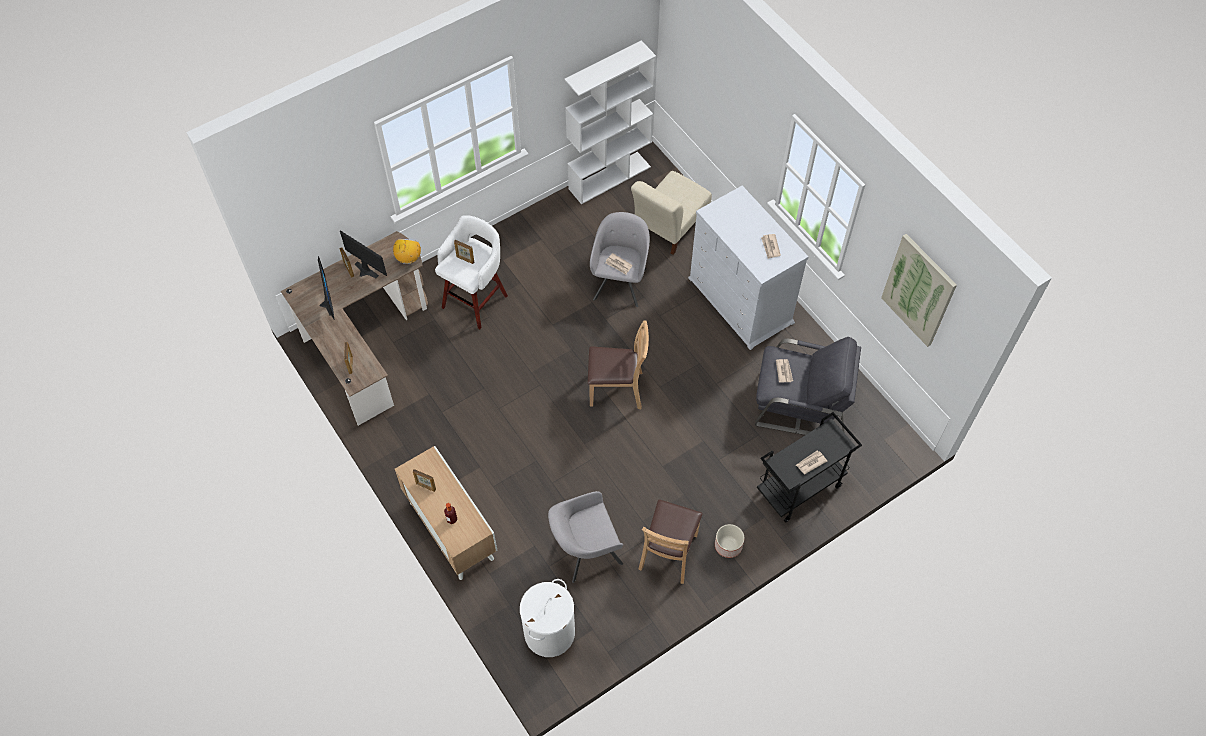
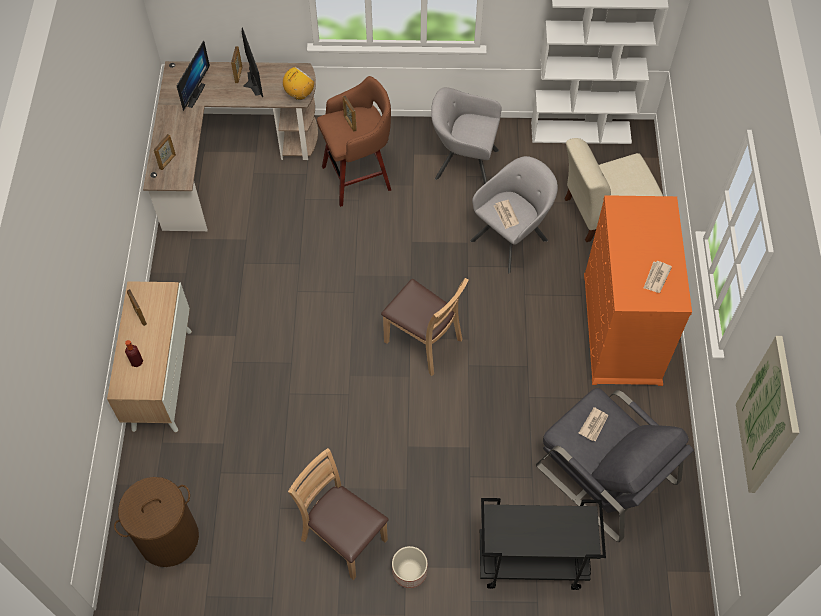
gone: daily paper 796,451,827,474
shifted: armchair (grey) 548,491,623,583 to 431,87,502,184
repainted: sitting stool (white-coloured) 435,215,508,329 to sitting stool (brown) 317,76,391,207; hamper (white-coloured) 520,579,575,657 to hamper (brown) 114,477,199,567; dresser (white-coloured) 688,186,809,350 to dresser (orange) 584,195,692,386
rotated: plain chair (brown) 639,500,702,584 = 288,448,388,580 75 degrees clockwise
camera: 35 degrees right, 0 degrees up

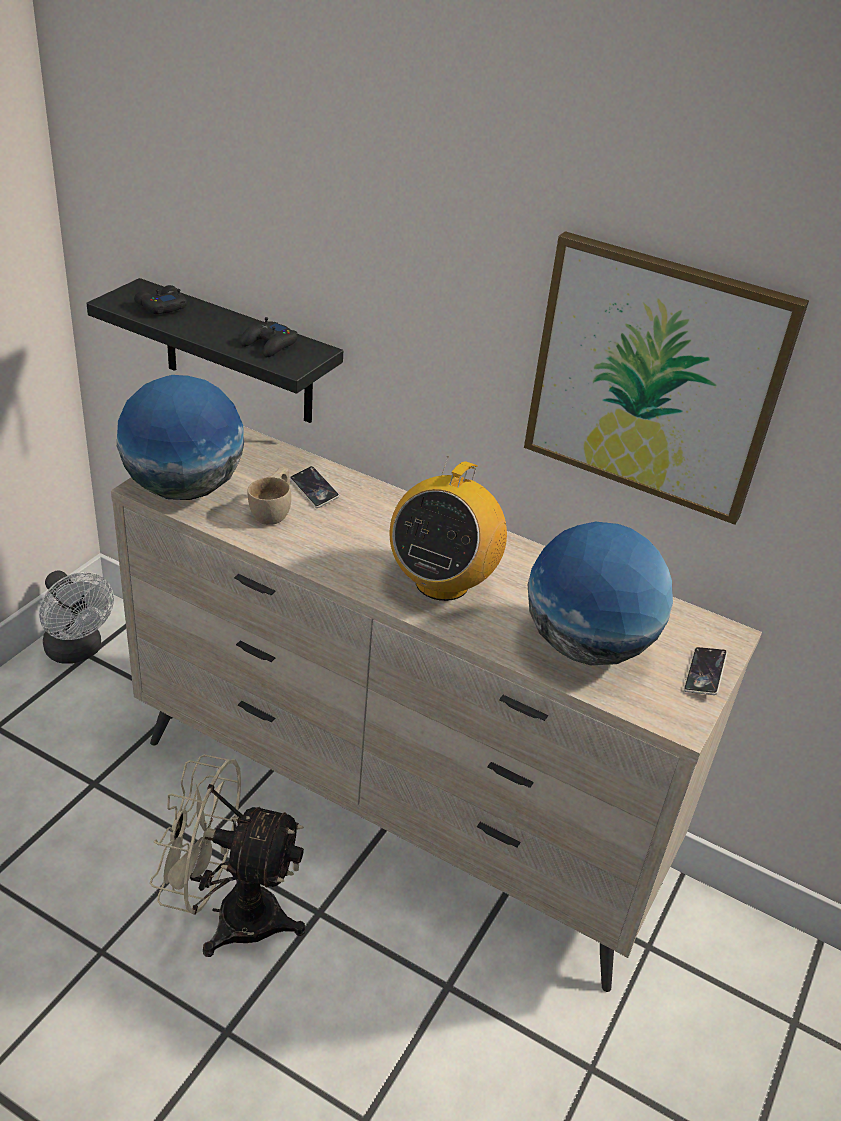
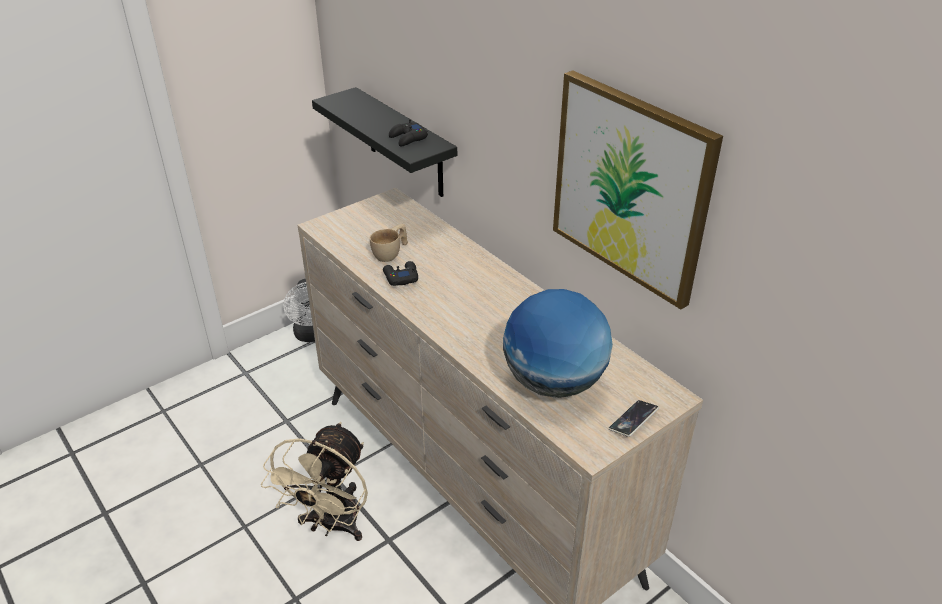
gone: world globe 117,375,244,500; phone 290,466,340,508; radio set 390,456,507,601
shifted: gamepad (black) 134,285,187,314 to 383,261,418,286
rotated: fan (sand-coloured) 150,754,305,957 = 261,422,368,541 105 degrees counterclockwise
camera: 25 degrees right, 0 degrees up

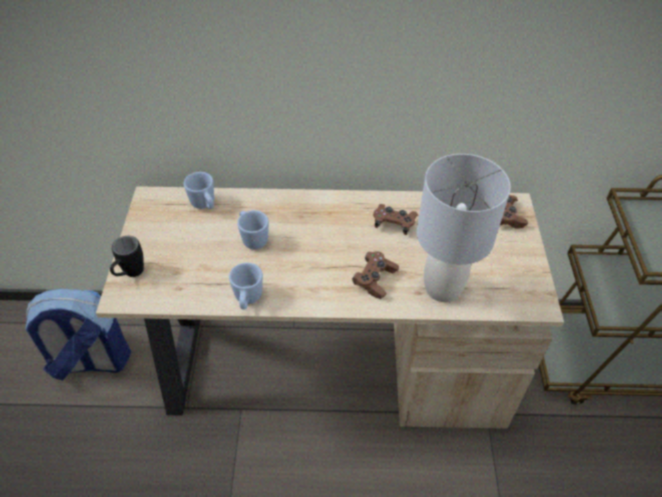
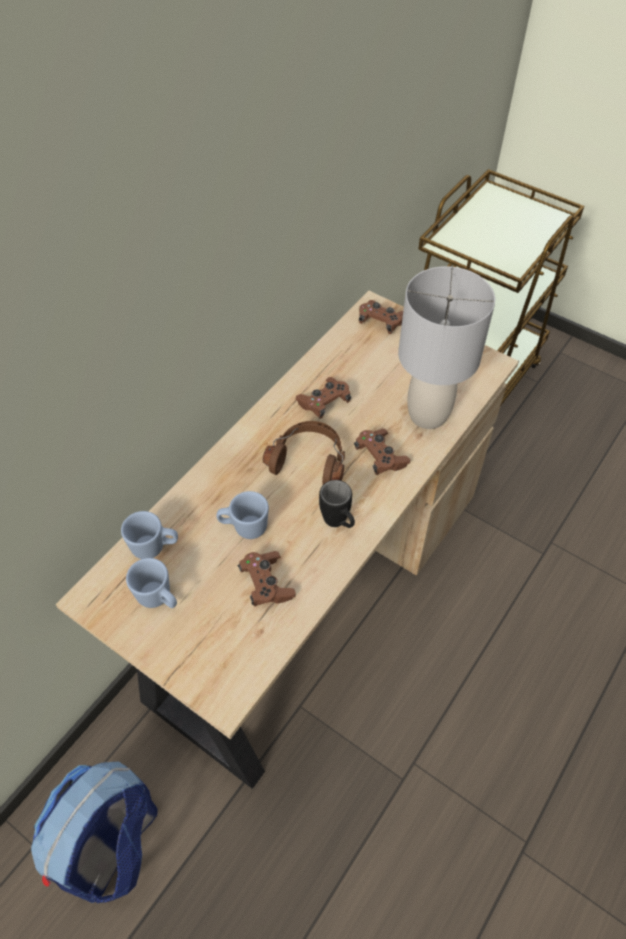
new: gamepad (brown) 237,551,296,606; headphones (brown) 263,421,345,485
shifted: coffee mug (black) 110,236,144,277 to 319,480,355,528; coffee mug (bluish) 229,263,263,310 to 126,558,177,608
camera: 55 degrees left, 5 degrees up

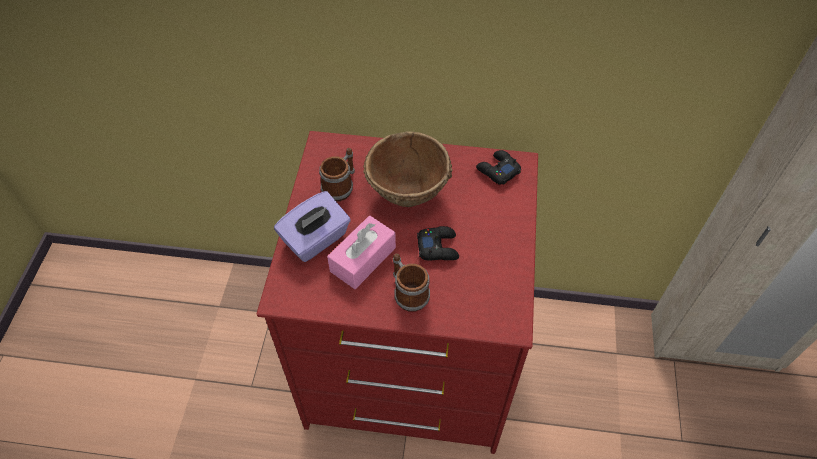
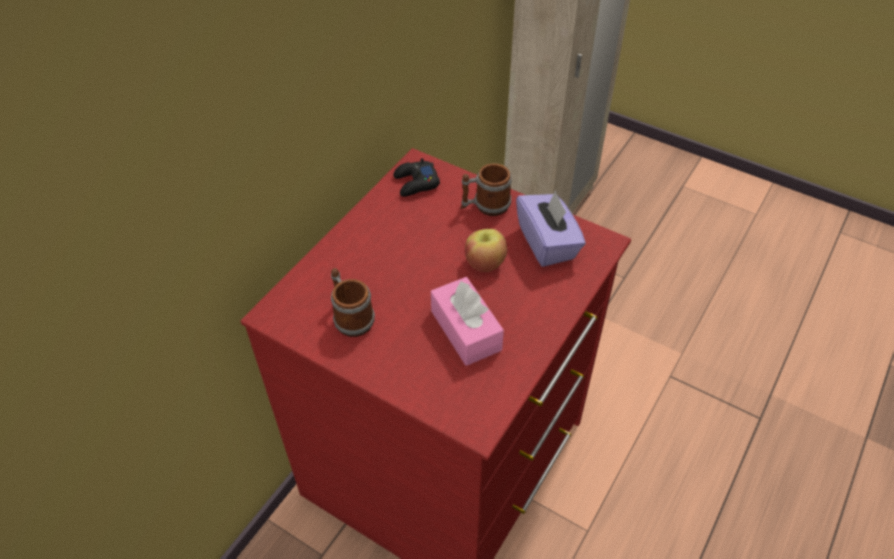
gone: bowl (brown) 363,131,452,207
shifted: tissue box (purple-coloured) 274,191,351,262 to 516,190,586,267; coffee mug 393,253,430,312 to 460,163,512,216
swapped: gamepad (black) 417,226,459,260 to apple fruit 465,229,507,272
camera: 65 degrees left, 5 degrees down

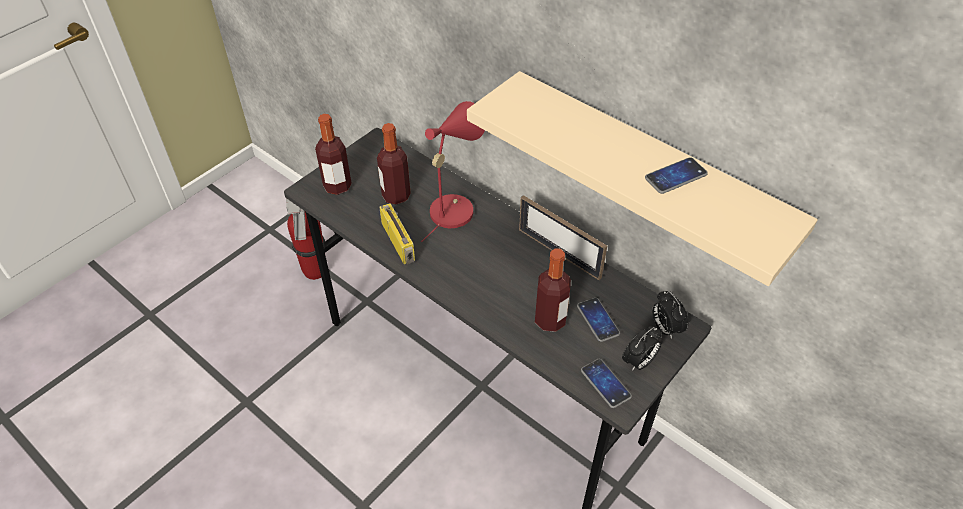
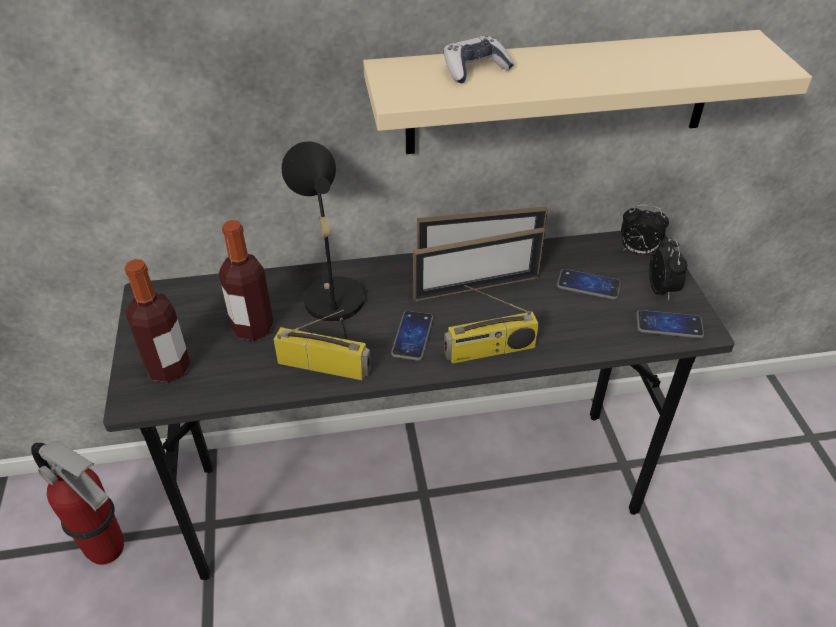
gone: drink bottle 535,248,571,332
new: photo frame 413,227,545,301; gamepad 444,36,514,83; radio set 444,285,539,364
shifted: phone 645,157,708,194 to 391,311,433,361
repainted: tabletop lamp (red) 421,101,485,242 to tabletop lamp (black) 282,141,364,340
camera: 50 degrees left, 5 degrees down

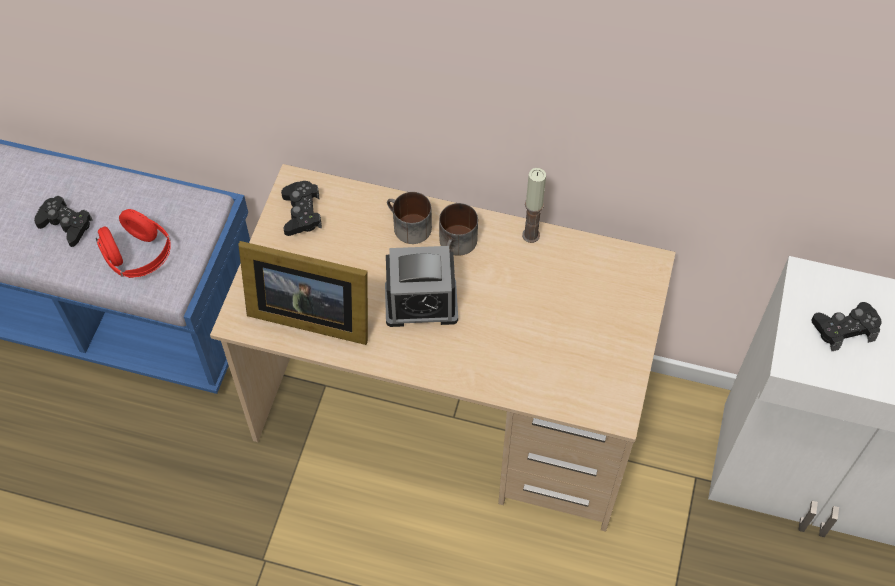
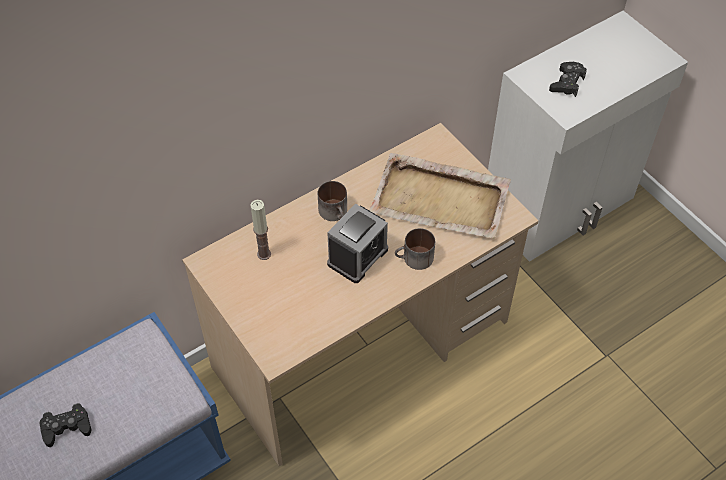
gone: headphones (red) 96,209,171,278; photo frame 238,241,368,345; gamepad (black) 281,181,322,236
new: carrying tray (sand-coloured) 369,153,511,239
shifted: coffee mug 387,192,432,244 to 395,228,435,270; wax candle 522,168,546,243 to 250,200,271,260
camera: 50 degrees left, 5 degrees down

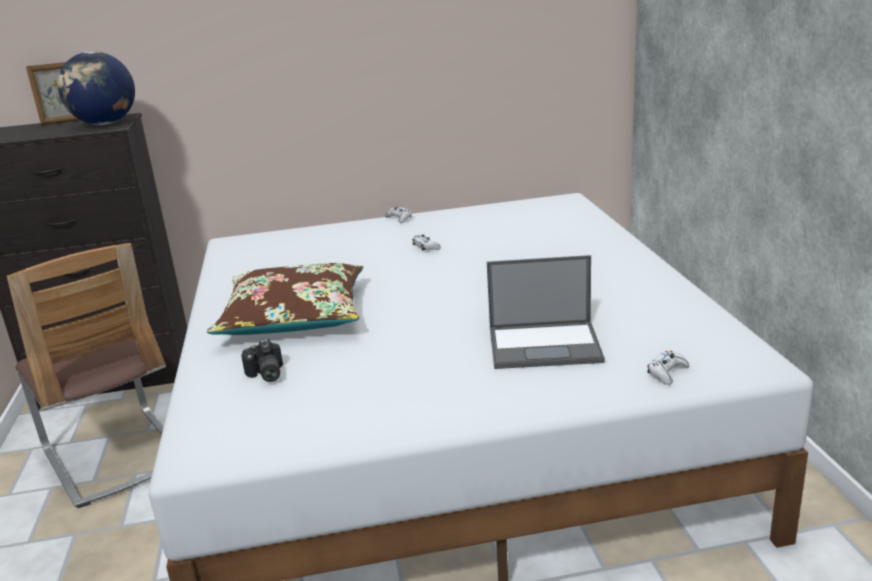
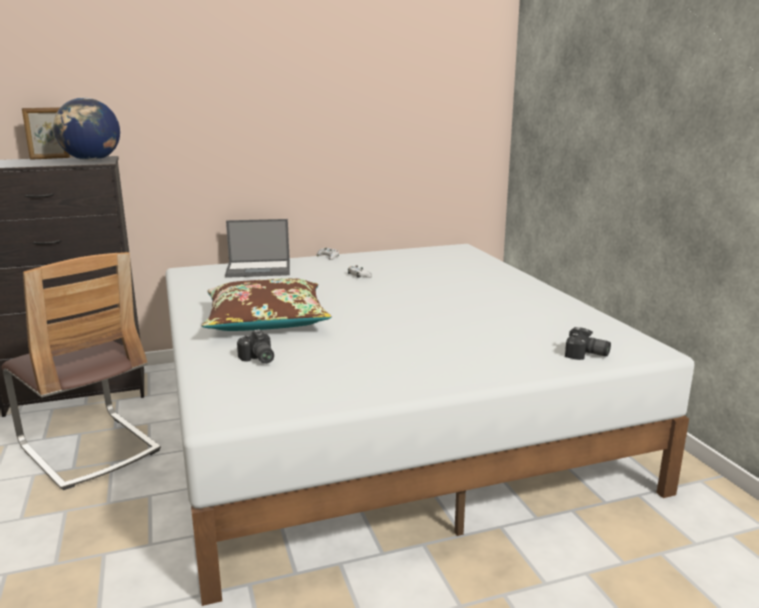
shifted: laptop 487,255,605,369 to 225,219,290,278
swapped: gamepad (white-coloured) 647,351,689,385 to still camera 565,327,611,360
camera: 10 degrees left, 5 degrees down

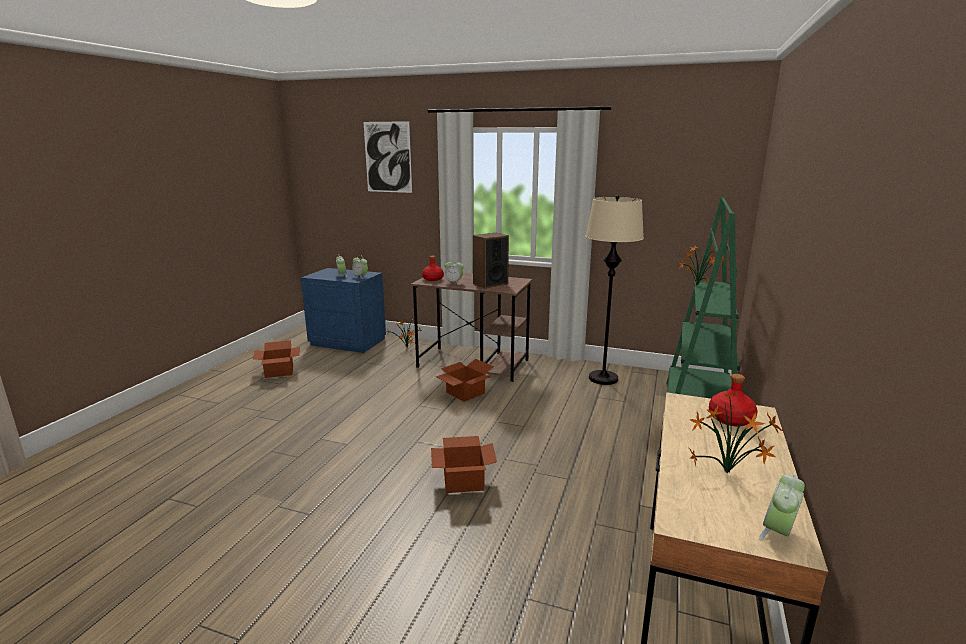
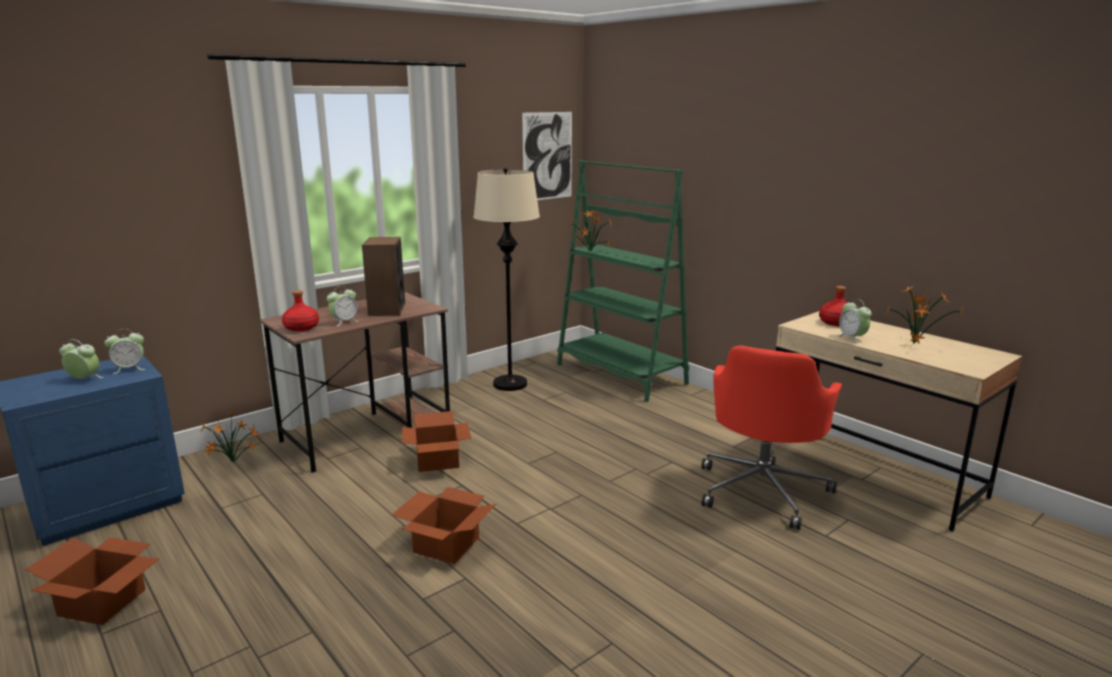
new: desk chair (red) 701,345,842,530
shifted: picture 364,121,412,193 to 522,112,572,200; packing box 431,436,497,493 to 392,487,496,565; table clock 759,475,805,541 to 837,299,872,344
camera: 60 degrees left, 0 degrees up

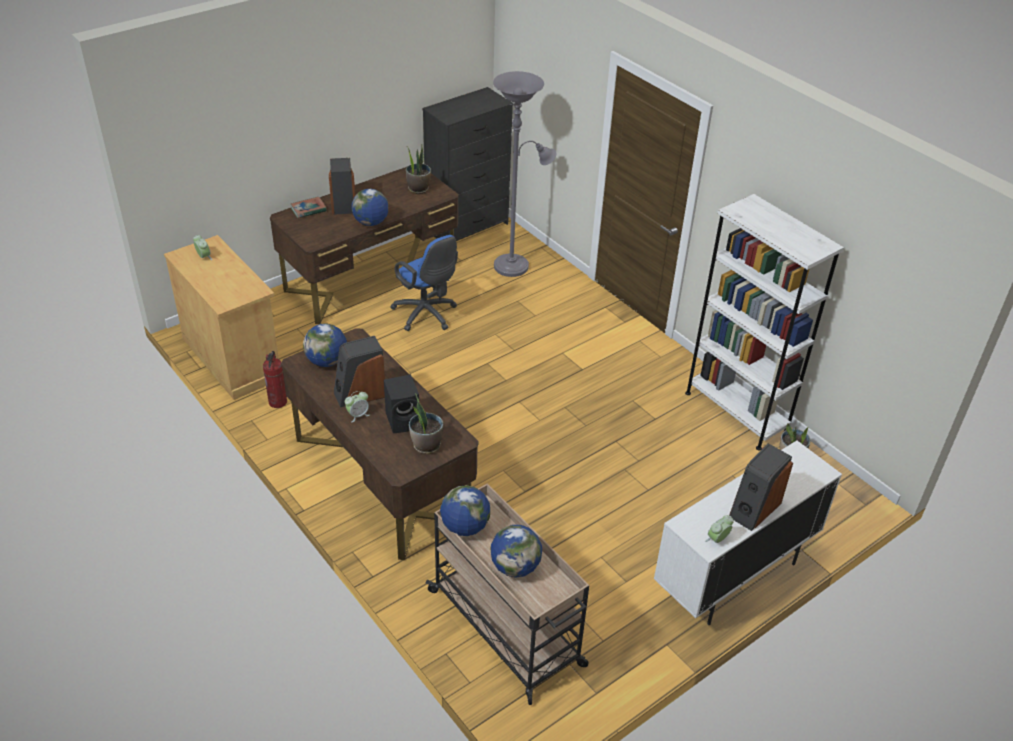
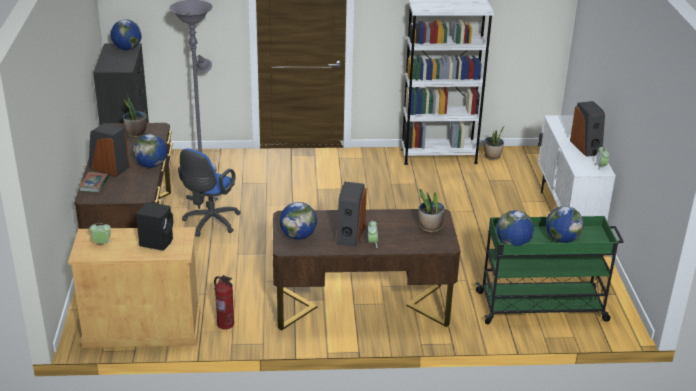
new: world globe 111,19,141,50
shifted: audio speaker (black) 384,374,419,433 to 136,202,173,251
repainted: wheeled cart (sand-coloured) 426,483,589,705 to wheeled cart (green-coloured) 475,216,624,324
rotated: desk chair (bluish) 390,235,458,331 = 178,148,241,237 120 degrees clockwise
camera: 55 degrees left, 10 degrees down

